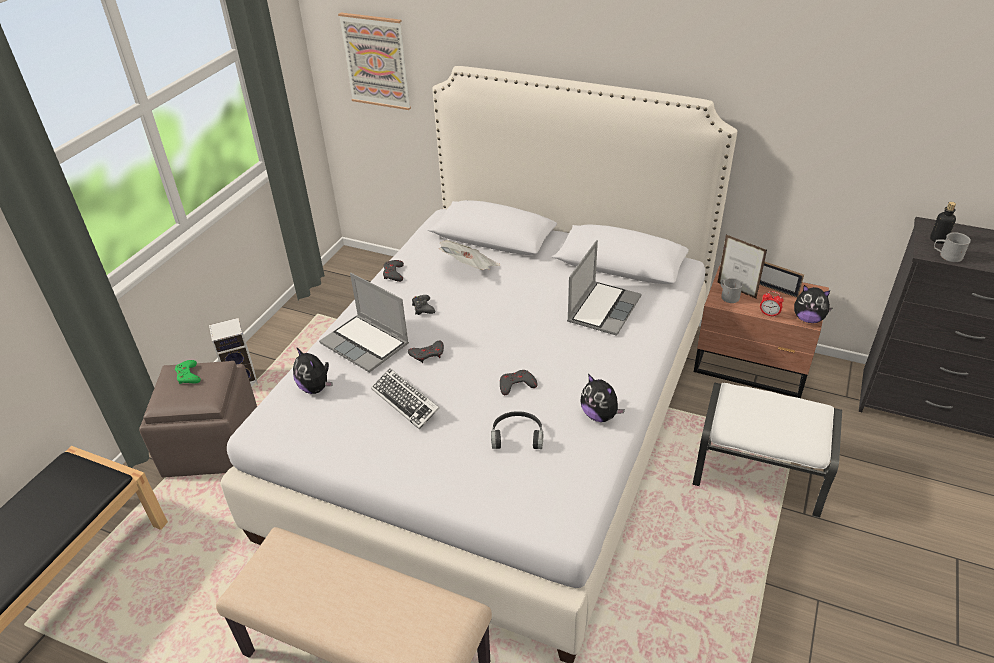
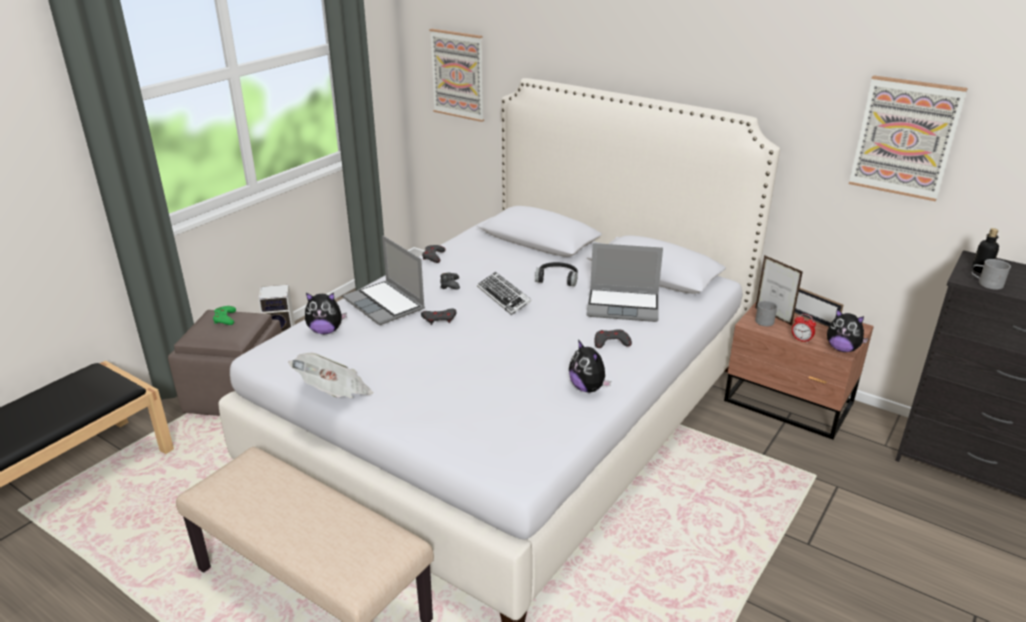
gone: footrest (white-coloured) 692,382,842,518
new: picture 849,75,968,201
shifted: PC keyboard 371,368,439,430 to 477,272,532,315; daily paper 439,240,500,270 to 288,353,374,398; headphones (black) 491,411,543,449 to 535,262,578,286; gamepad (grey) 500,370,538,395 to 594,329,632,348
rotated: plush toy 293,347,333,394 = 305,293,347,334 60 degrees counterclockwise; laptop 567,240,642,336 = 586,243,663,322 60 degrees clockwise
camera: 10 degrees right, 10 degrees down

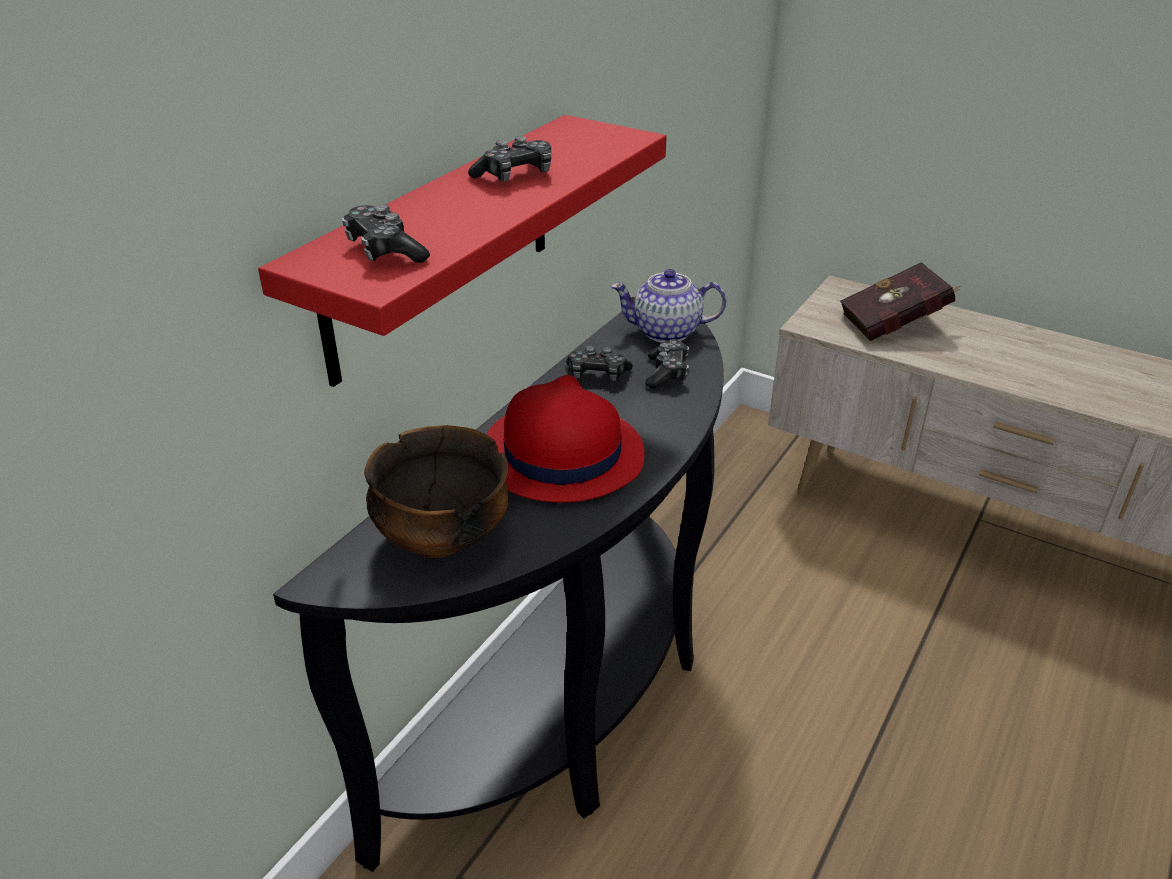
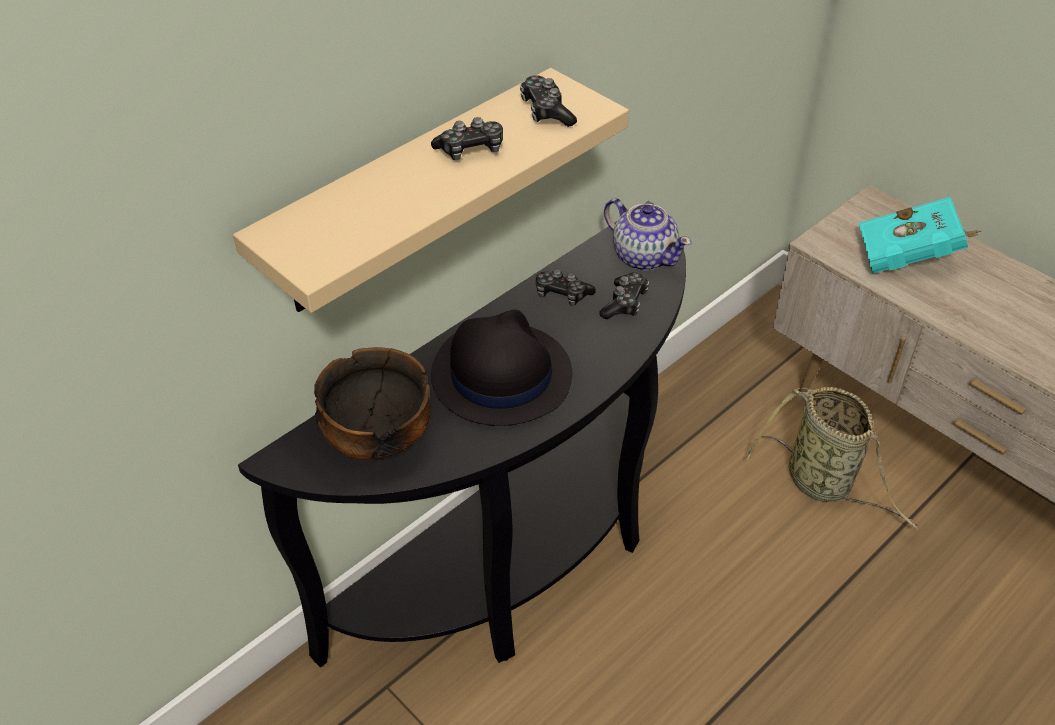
new: basket 747,387,918,529
shifted: gamepad 342,204,430,263 to 520,75,577,127
repainted: bracket shelf (red) 258,115,667,387 to bracket shelf (sand-coloured) 233,68,629,313; clothing hat (red) 486,375,644,503 to clothing hat (black) 431,309,572,426; volume (red) 840,262,961,341 to volume (turquoise) 858,197,981,274
rotated: teapot 610,269,726,343 = 604,198,691,271 150 degrees counterclockwise
camera: 15 degrees right, 10 degrees up

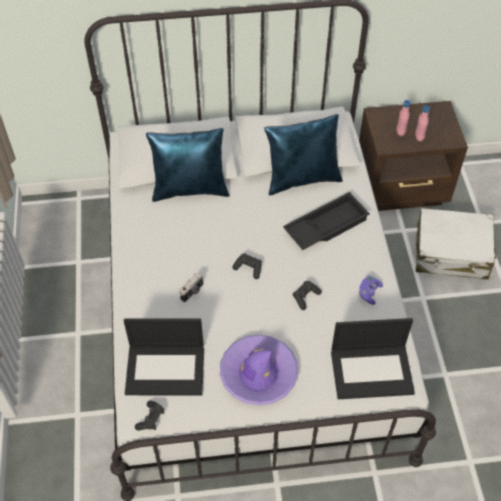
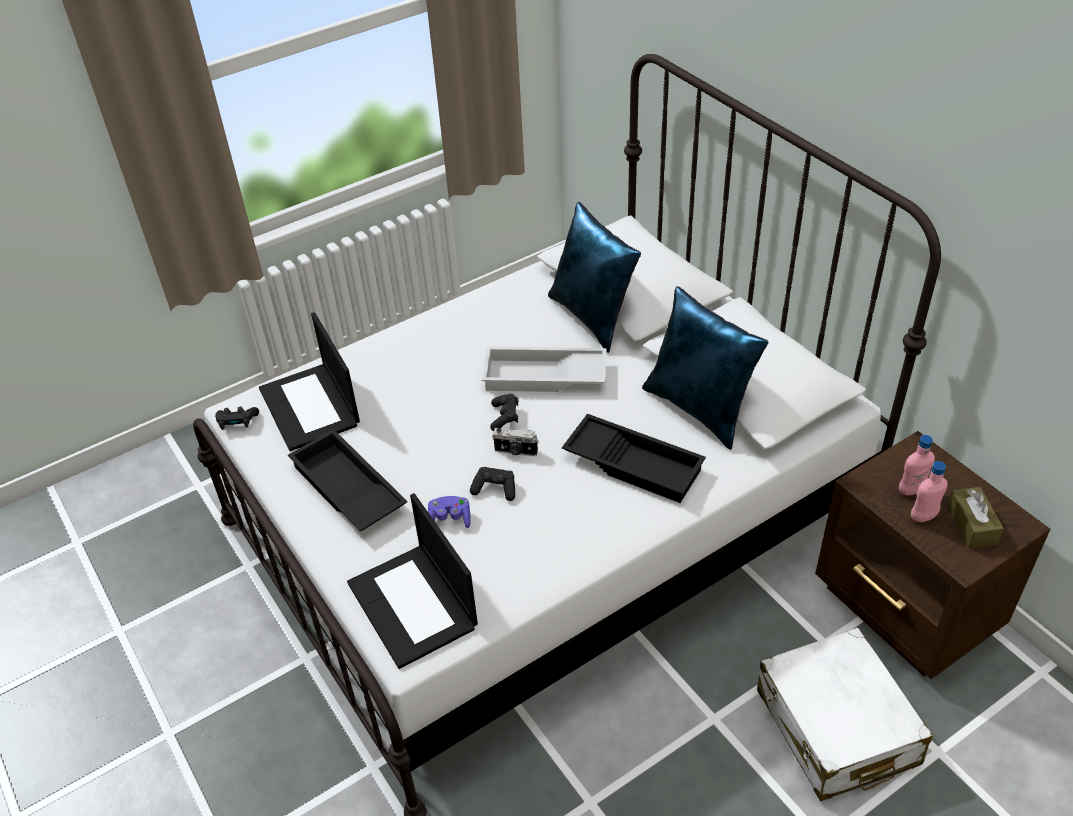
new: carrying tray (white-coloured) 482,347,606,392; tissue box (brown) 947,487,1004,548
shifted: still camera 180,272,203,302 to 492,428,539,456; gamepad (purple-coloured) 359,276,383,305 to 428,496,471,528
swapped: clothing hat (purple-coloured) 220,335,298,406 to carrying tray (black) 288,429,407,531
camera: 65 degrees right, 10 degrees down

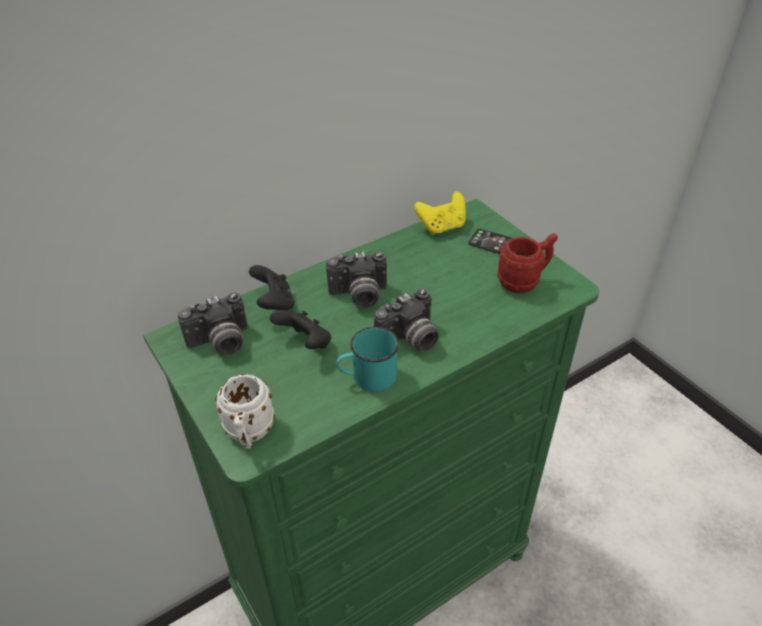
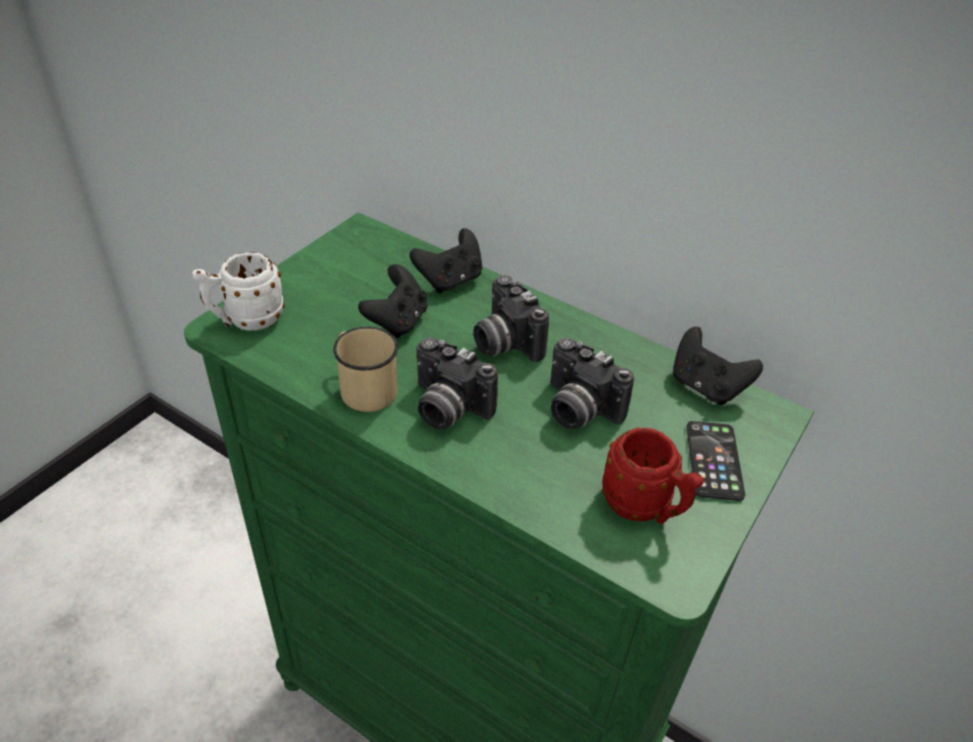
shifted: still camera 178,293,248,355 to 550,338,634,429
repainted: coffee mug (turquoise) 336,327,399,392 to coffee mug (sand-coloured) 333,327,398,412; gamepad (yellowish) 414,192,466,235 to gamepad (black) 673,327,763,405
camera: 65 degrees right, 0 degrees up

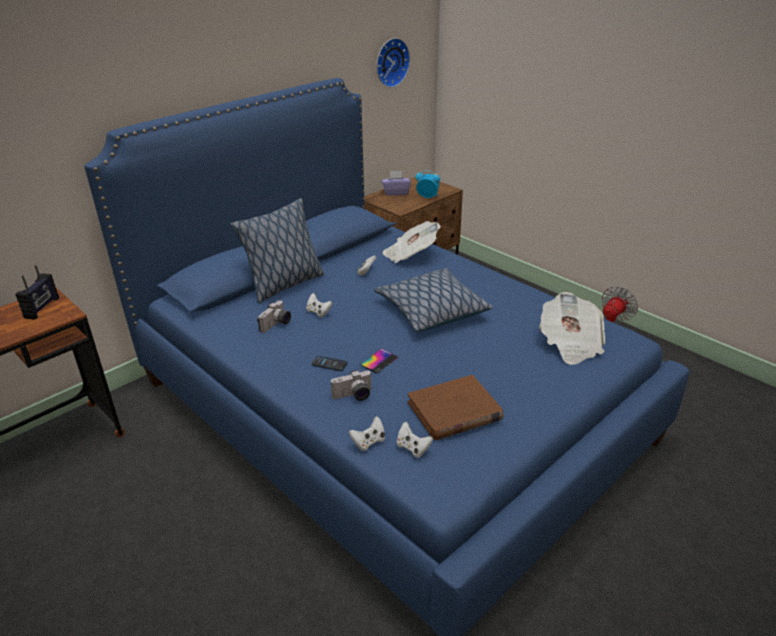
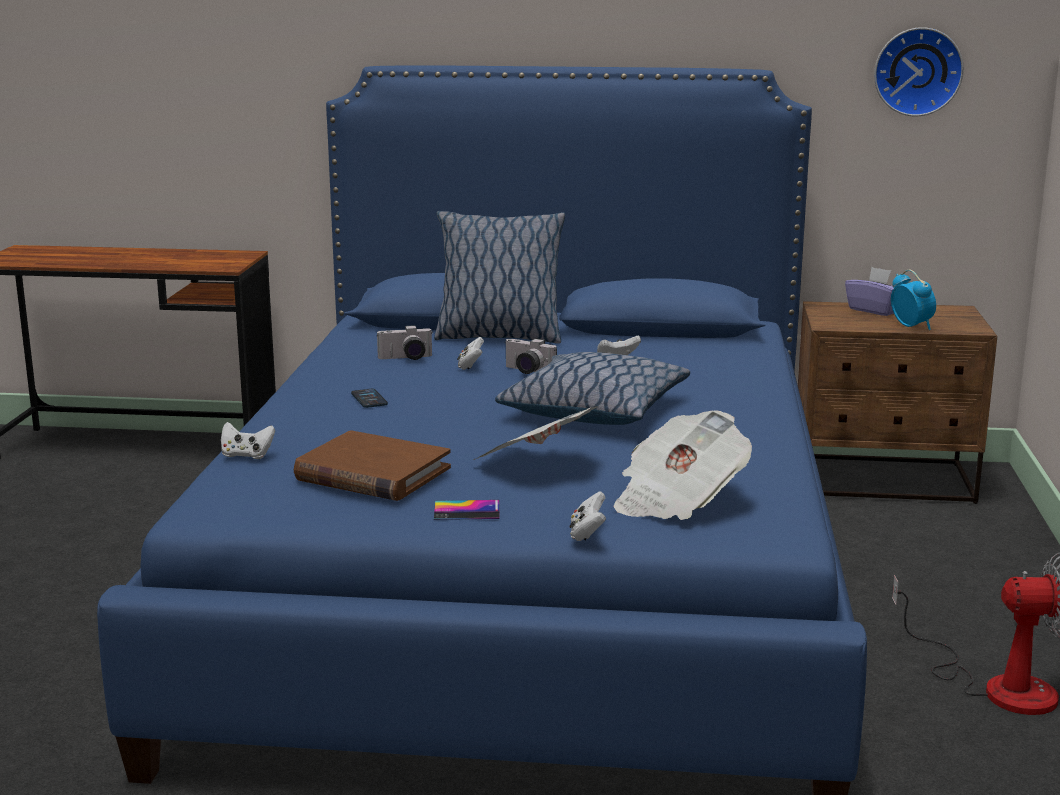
gone: radio set 15,265,59,320
shifted: still camera 331,370,371,401 to 504,339,557,374; phone 360,349,398,374 to 434,500,500,520; daily paper 382,221,441,263 to 473,406,598,460; gamepad (white-coloured) 397,422,433,457 to 570,492,606,541
camera: 50 degrees right, 15 degrees down

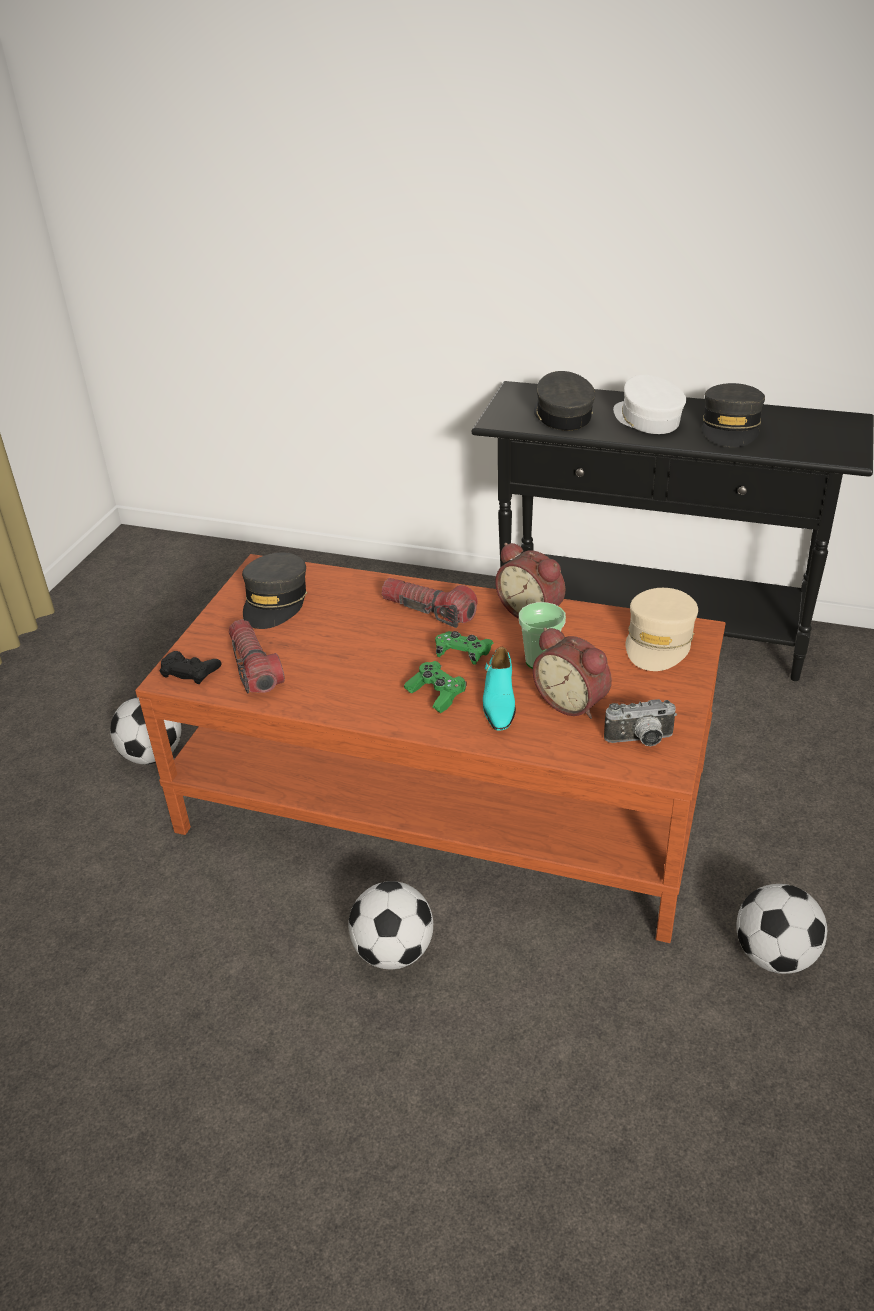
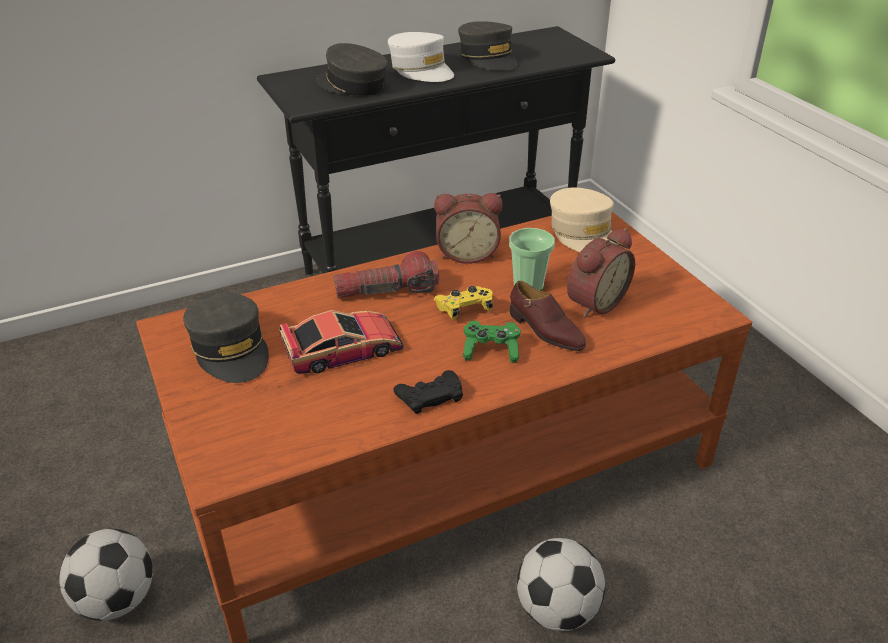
gone: flashlight 229,619,285,694; still camera 604,699,677,746; football ball 736,884,827,974
new: miniature car 279,310,403,374
shifted: gamepad (black) 159,651,222,684 to 394,370,463,414
repainted: gamepad (green-coloured) 435,631,493,665 to gamepad (yellowish) 434,286,493,320; low shoe (turquoise) 483,647,516,731 to low shoe (brown) 510,281,586,351
rotated: table clock 533,627,612,719 = 567,228,635,318 45 degrees counterclockwise; baseball cap (white-coloured) 613,375,686,434 = 388,32,454,82 150 degrees counterclockwise
camera: 45 degrees left, 0 degrees up

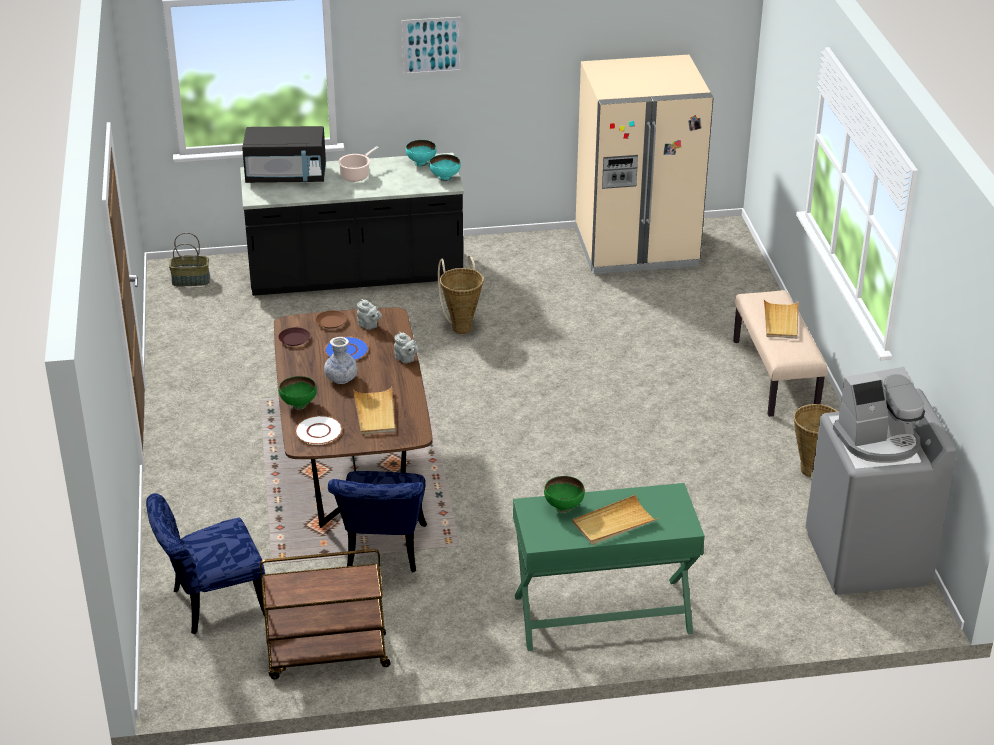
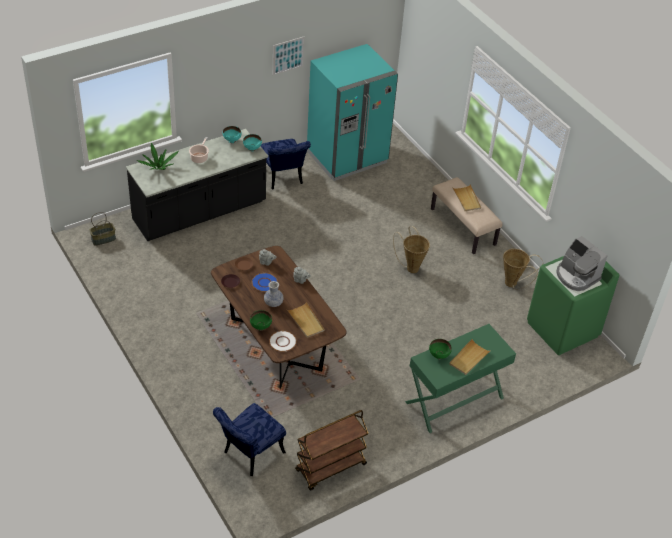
shifted: plain chair (bluish) 328,471,427,572 to 261,139,311,189; picture 402,17,462,75 to 273,37,305,75; basket 438,256,484,334 to 393,226,430,273
swapped: microwave oven (black) 242,126,326,183 to plant in a pot 137,143,178,170
repainted: fridge (sand-coloured) 575,55,713,274 to fridge (turquoise) 307,44,398,181; laundry machine (grey) 806,388,957,595 to laundry machine (green-coloured) 527,256,620,355
rotated: coffee brewer 833,367,925,463 = 556,236,608,291 90 degrees clockwise
camera: 25 degrees left, 10 degrees up

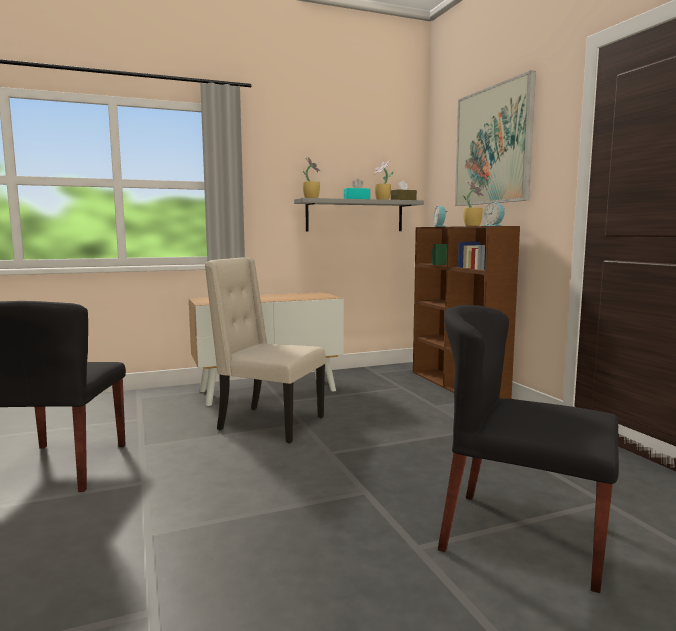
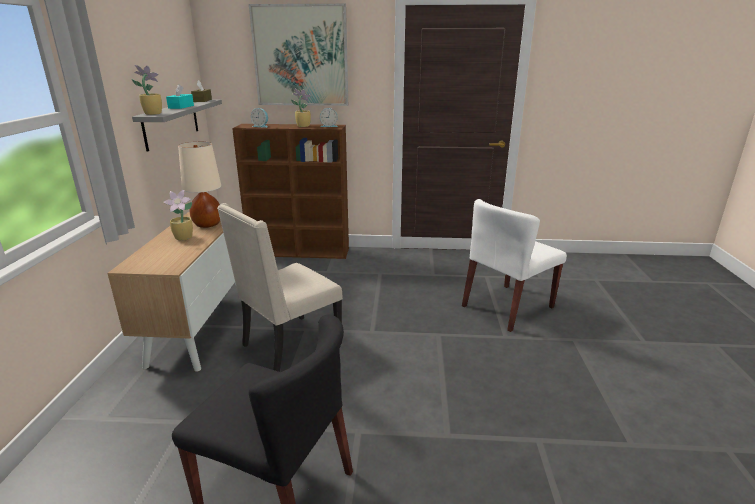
new: tabletop lamp (sand-coloured) 178,142,221,228
shifted: plant in a pot 374,160,394,200 to 163,190,193,241
repainted: plain chair (black) 438,305,619,593 to plain chair (white-coloured) 462,199,567,332
camera: 65 degrees left, 15 degrees up

